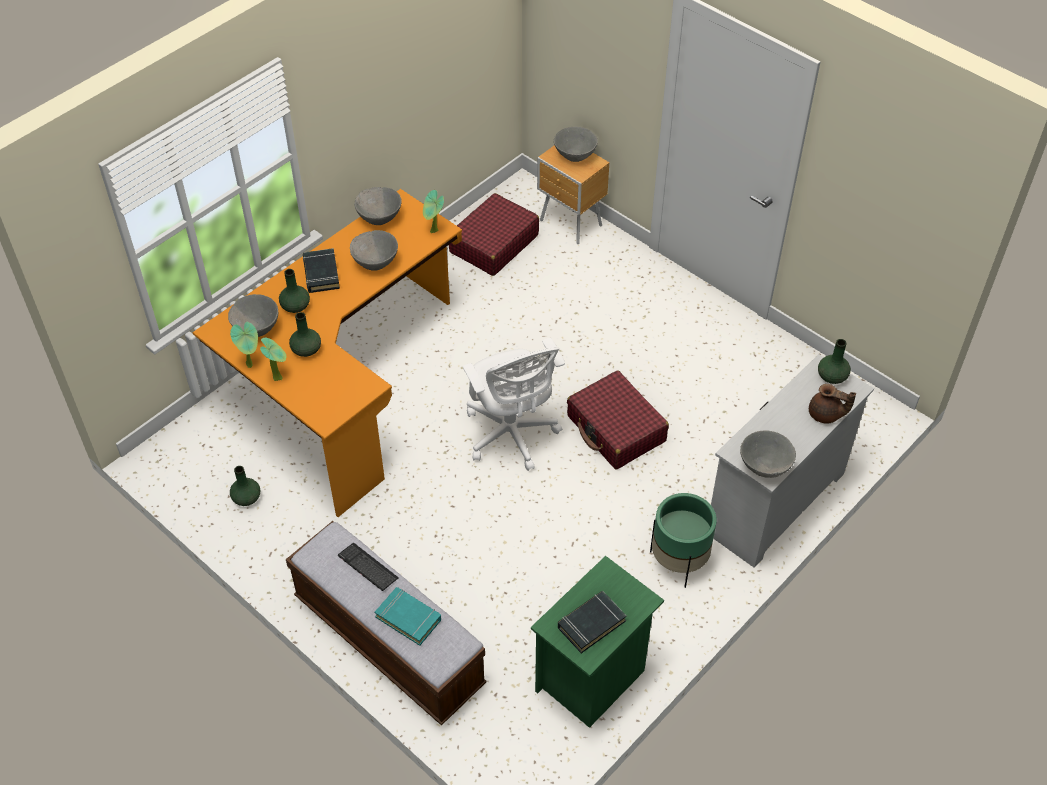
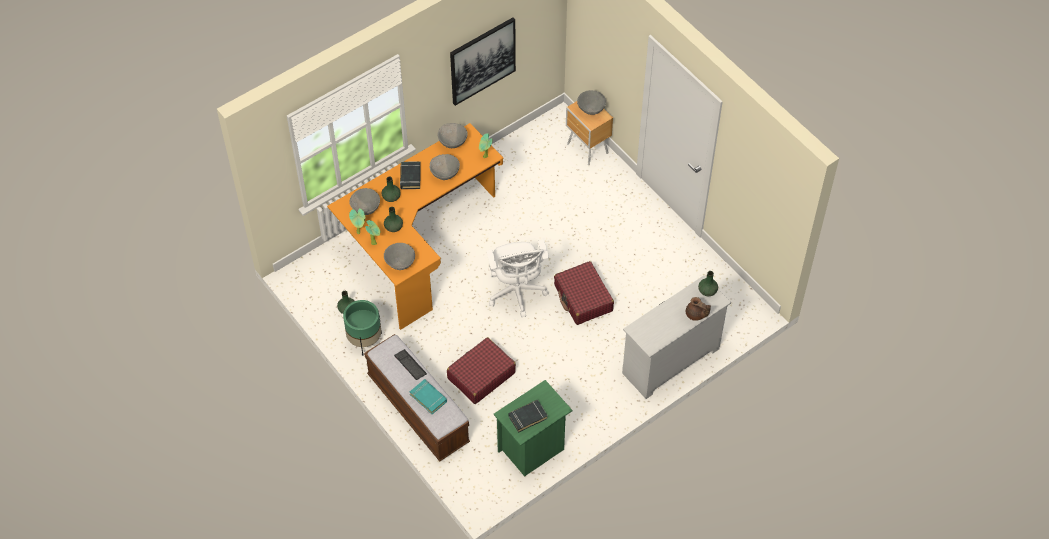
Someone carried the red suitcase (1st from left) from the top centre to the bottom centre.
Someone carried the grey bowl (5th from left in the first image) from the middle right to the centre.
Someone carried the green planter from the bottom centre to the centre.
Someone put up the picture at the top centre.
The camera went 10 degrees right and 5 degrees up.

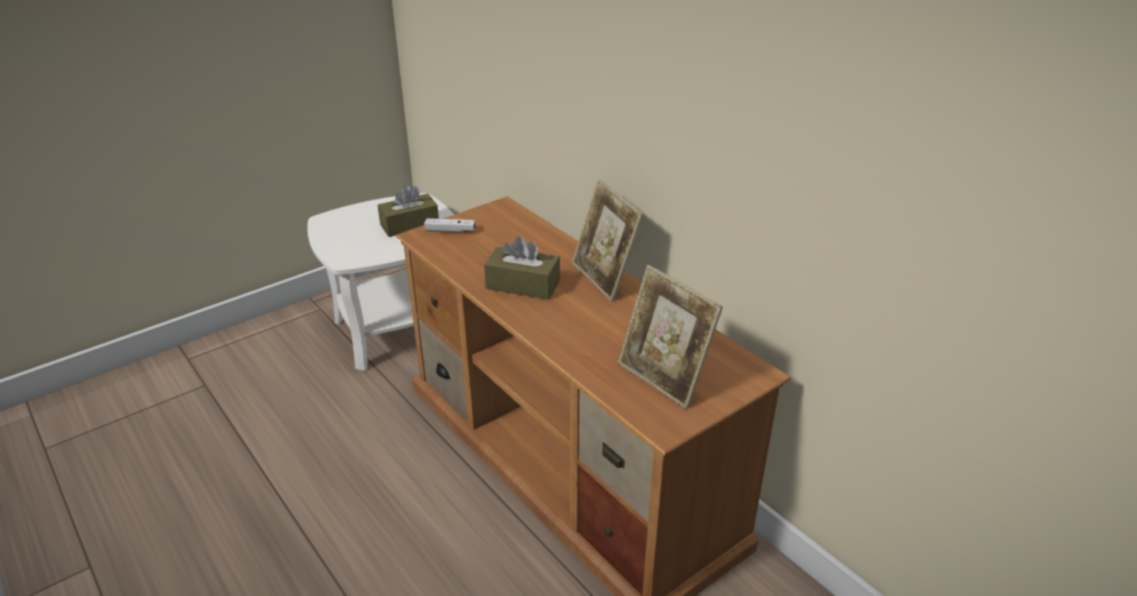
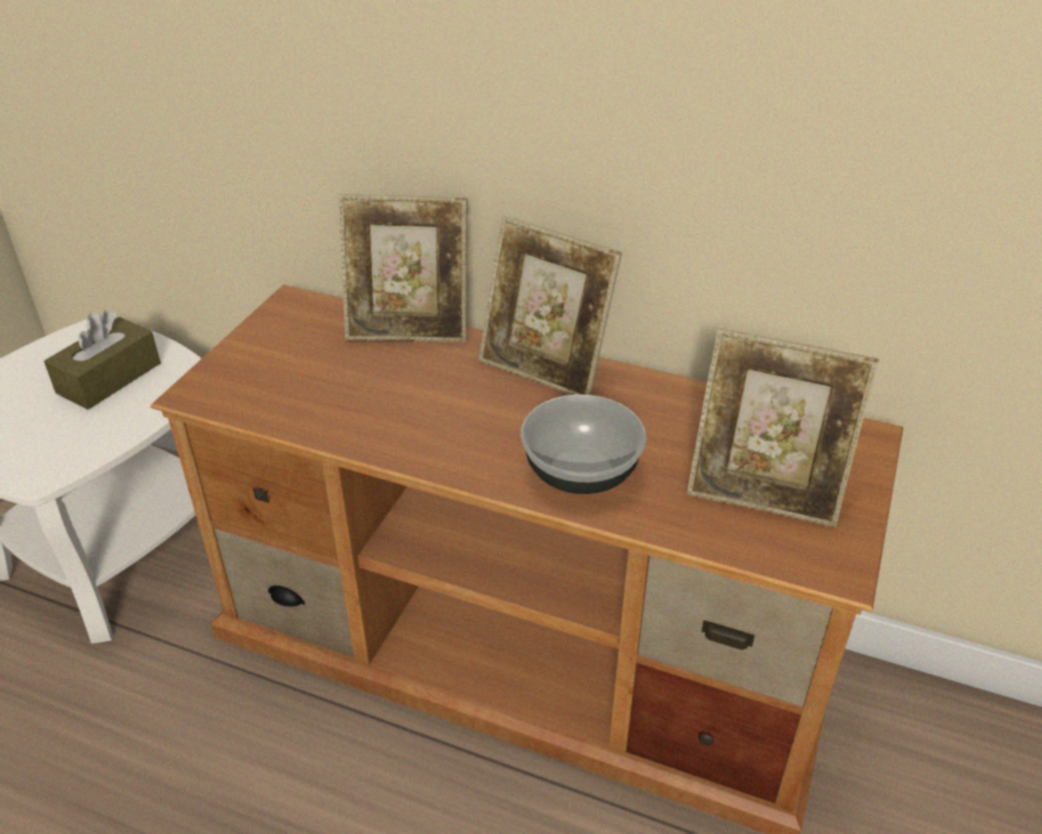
Someone took away the white game controller at the centre.
Someone took away the brown tissue box (2nd from left) at the centre.
Someone put down the picture frame (1st from left) at the top centre.
Someone put down the bowl at the centre.
The camera went 30 degrees left and 5 degrees up.

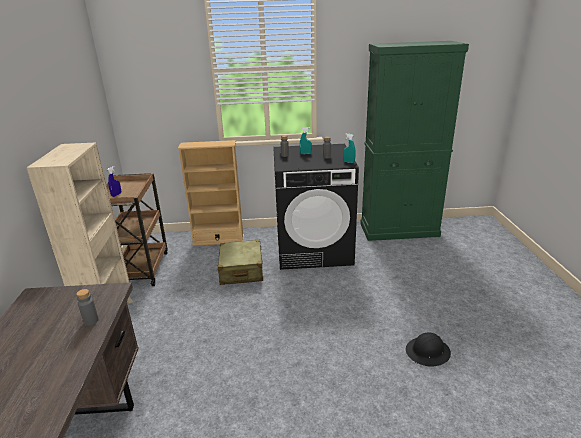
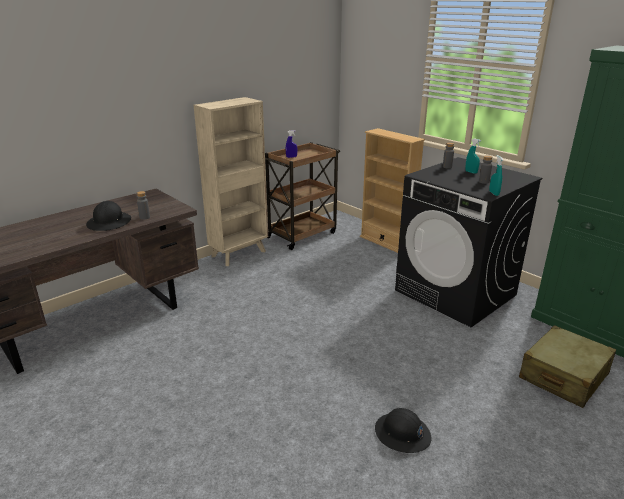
Someone carried the beige suitcase from the centre to the bottom right.
Someone put down the black hard hat (1st from left) at the middle left.
The camera went 50 degrees right and 0 degrees up.

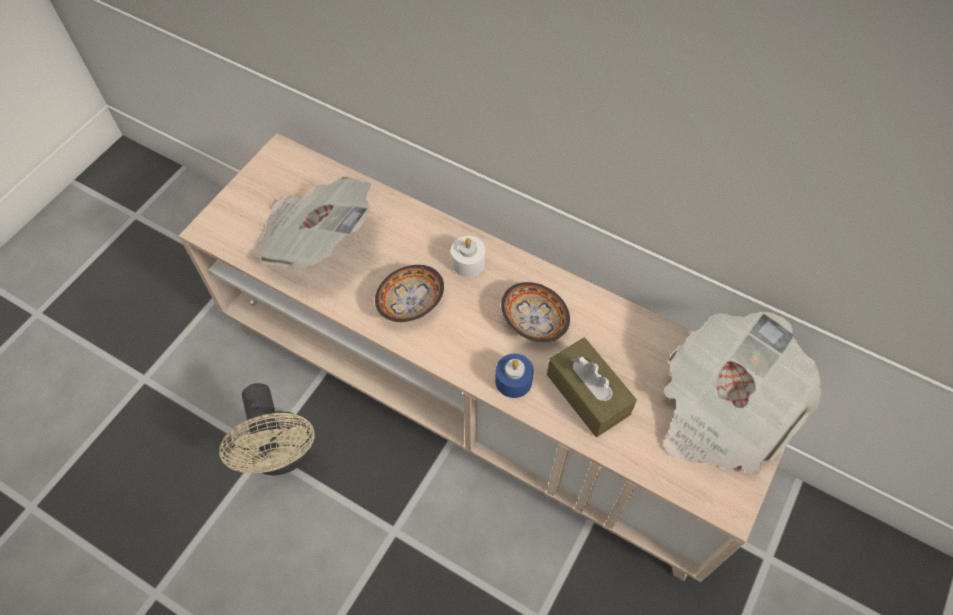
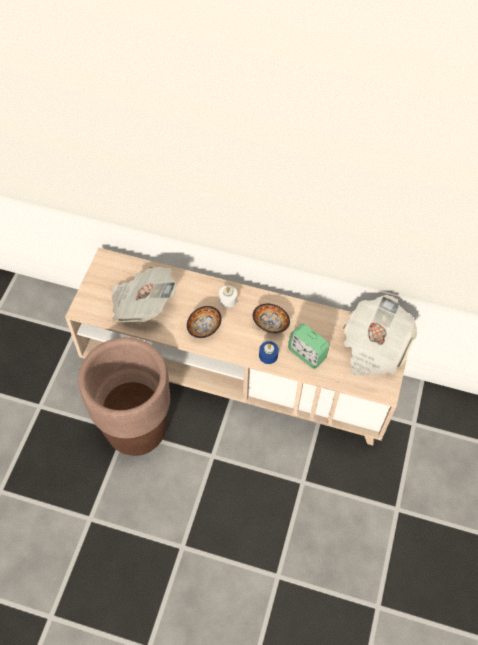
Someone swapped the brown tissue box at the centre for the alarm clock at the centre.
Someone swapped the beige fan at the bottom left for the brown planter at the middle left.
The camera went 15 degrees left and 0 degrees up.

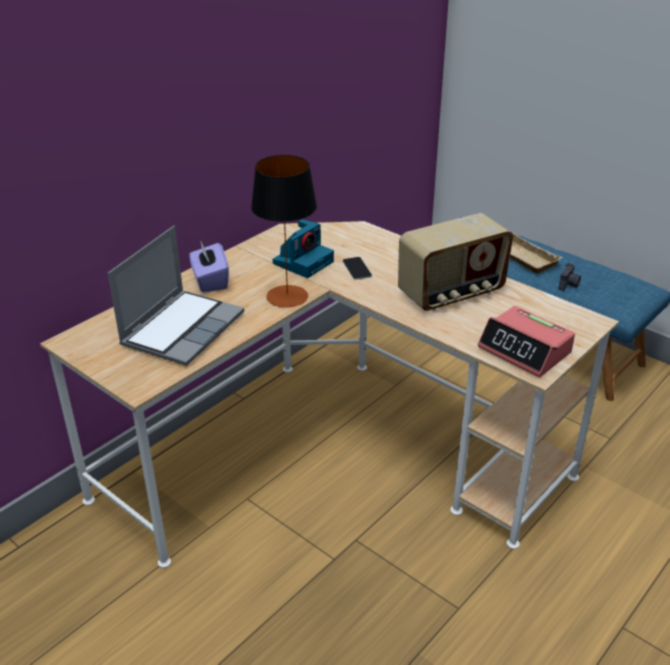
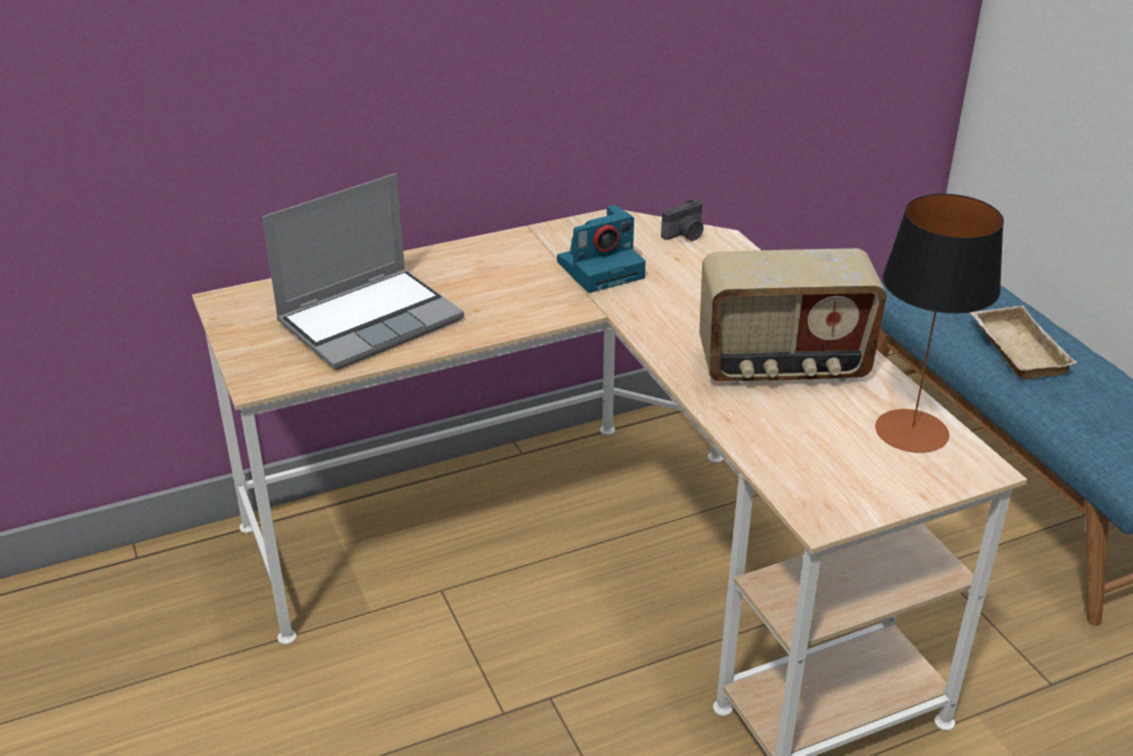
Someone carried the table lamp from the centre to the middle right.
Someone took away the purple tissue box at the middle left.
Someone took away the phone at the centre.
Someone carried the photo camera (2nd from left) from the middle right to the top centre.
Someone took away the alarm clock at the middle right.
The camera went 25 degrees right and 0 degrees up.

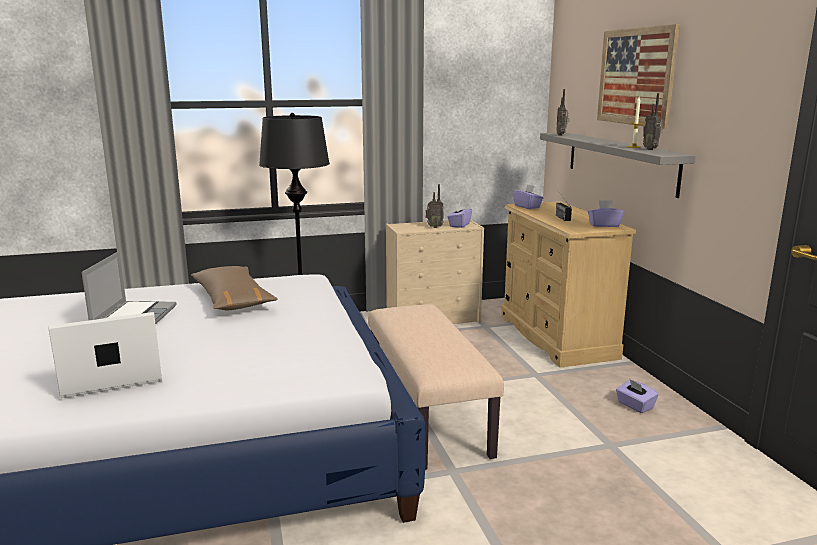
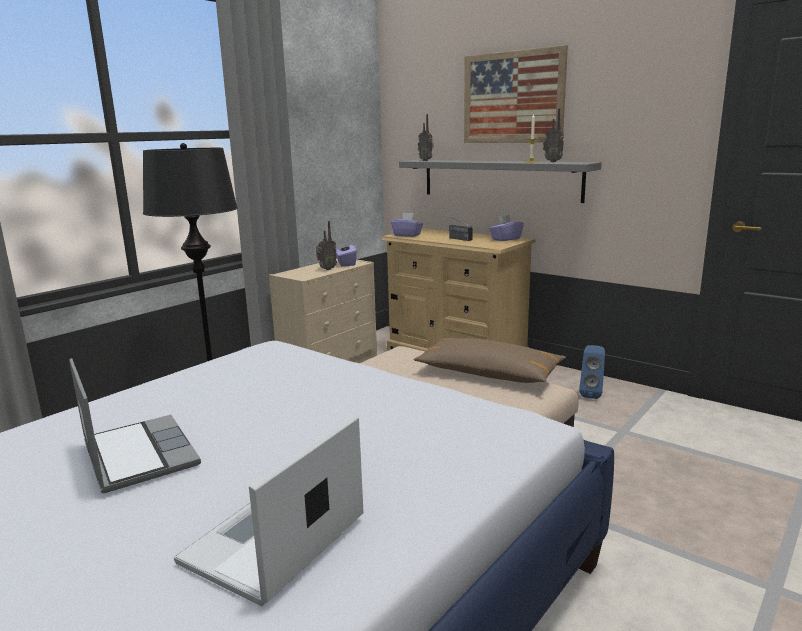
Someone carried the brown pillow from the middle left to the centre.
Someone swapped the purple tissue box (4th from left) at the bottom right for the blue speaker at the middle right.
The camera went 35 degrees left and 0 degrees up.

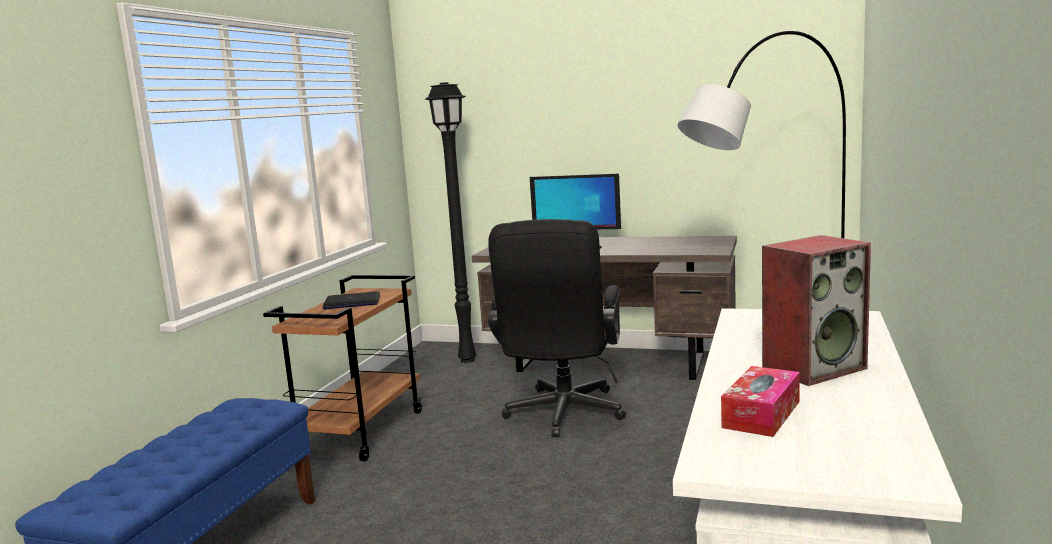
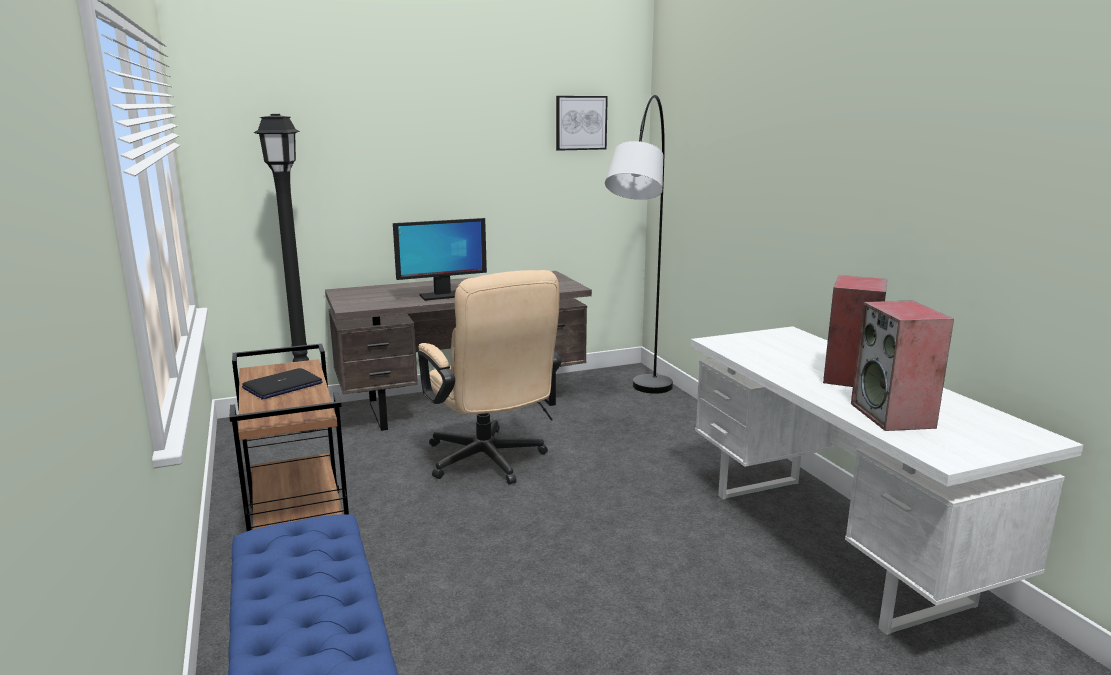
Someone repainted the black office chair at the centre, which became the beige office chair at the centre.
Someone swapped the tissue box at the bottom right for the speaker (2nd from left) at the middle right.
Someone put up the picture at the top centre.
The camera went 40 degrees left and 5 degrees up.

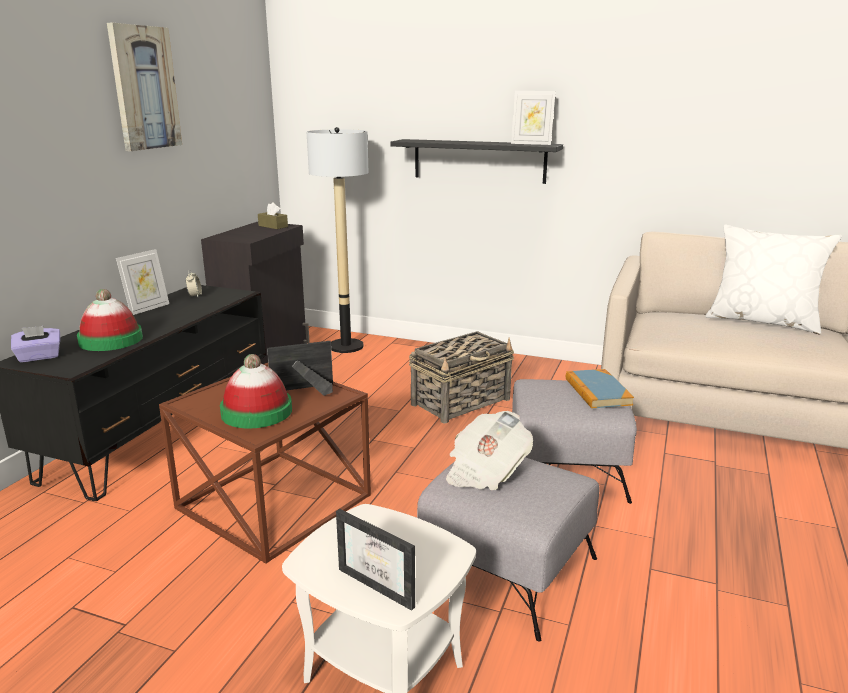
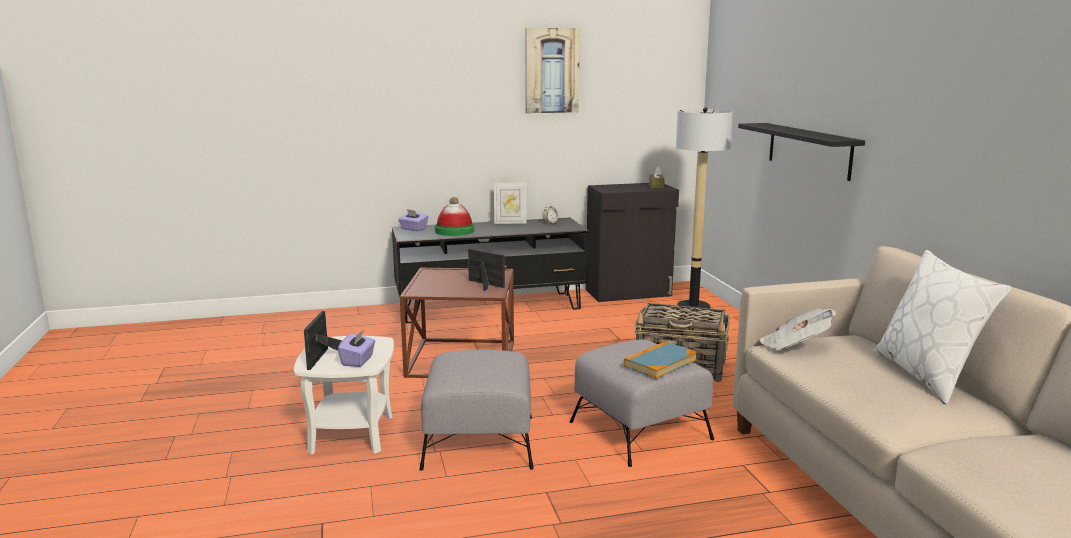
Someone took away the picture frame (4th from left) at the top centre.
Someone took away the hat (2nd from left) at the middle left.
Someone carried the newspaper from the centre to the middle right.
Someone put down the purple tissue box (1st from left) at the middle left.
The camera went 55 degrees right and 5 degrees down.

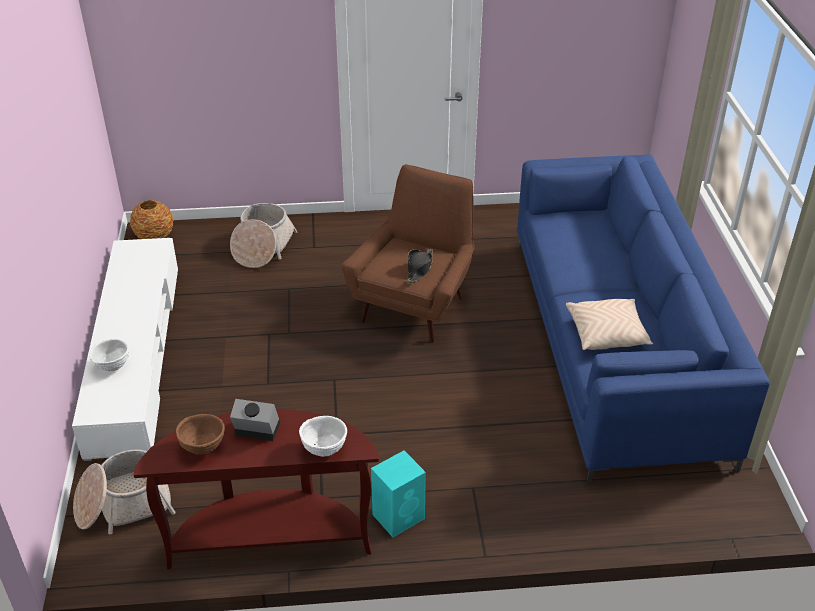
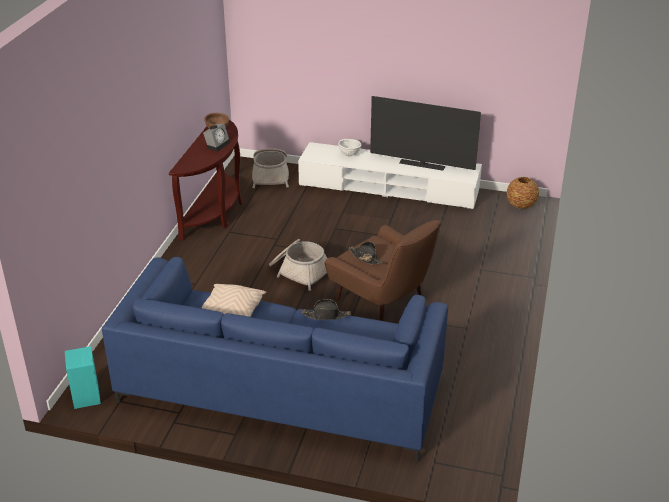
Someone carried the basket (2nd from left) from the middle left to the centre.
Someone took away the white bowl (2nd from left) at the bottom centre.
Someone carried the turquoise speaker from the bottom centre to the bottom left.
Someone put down the television at the top centre.
Someone put down the black hat (1st from left) at the centre.
The camera went 110 degrees right and 5 degrees down.

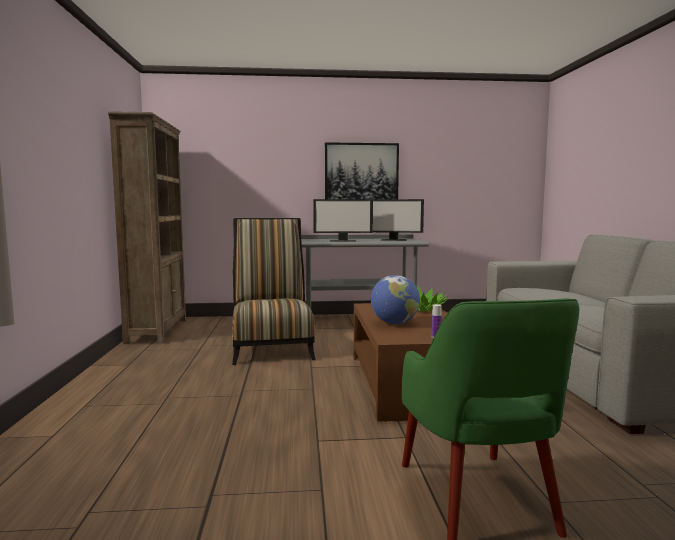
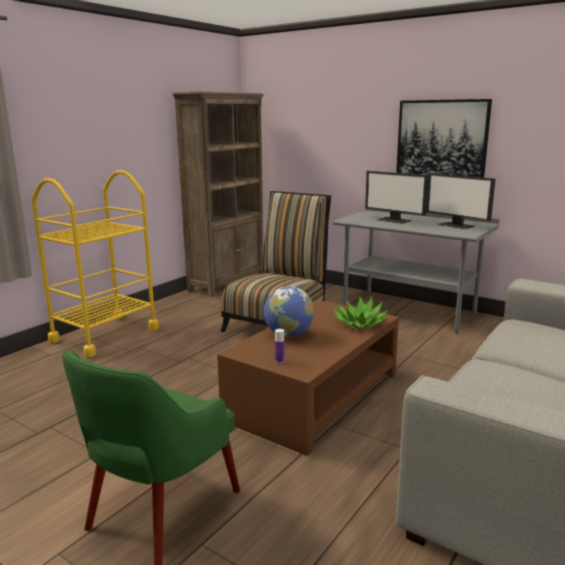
Someone put down the yellow cart at the middle left.
The camera went 40 degrees right and 10 degrees up.

